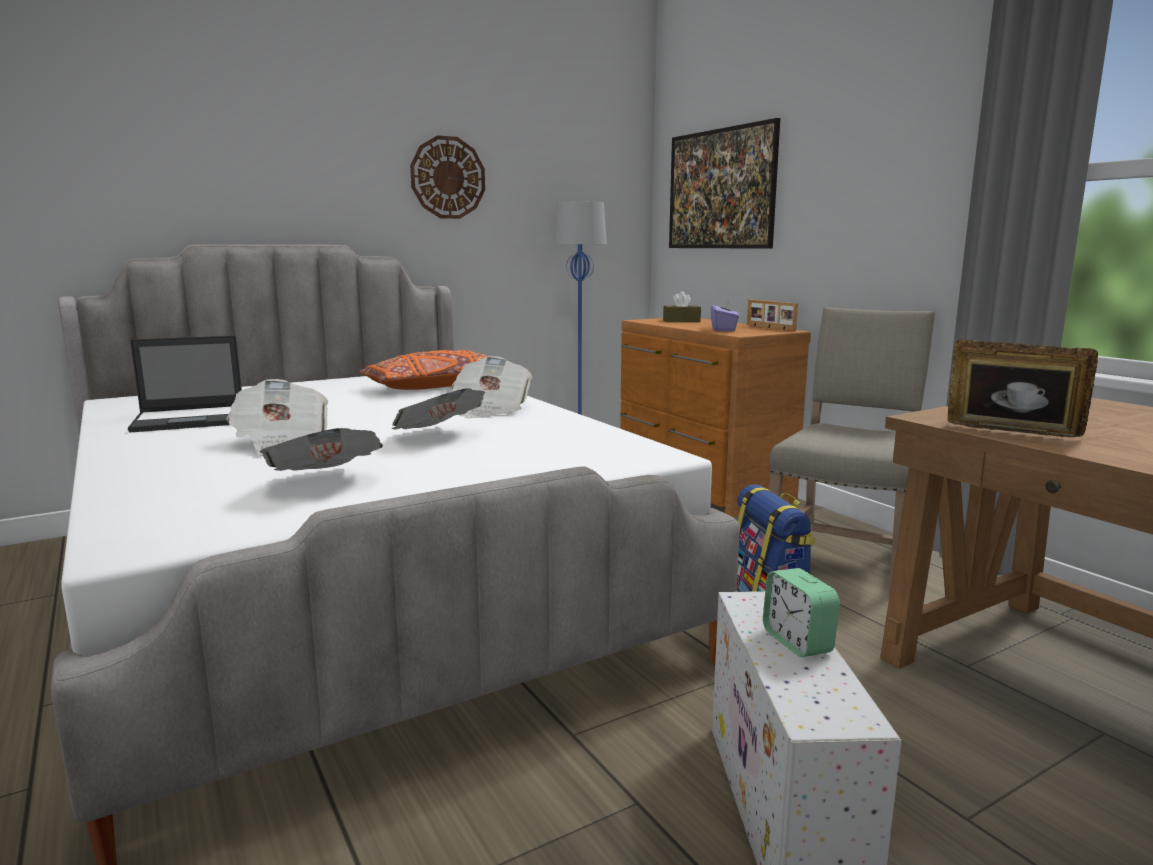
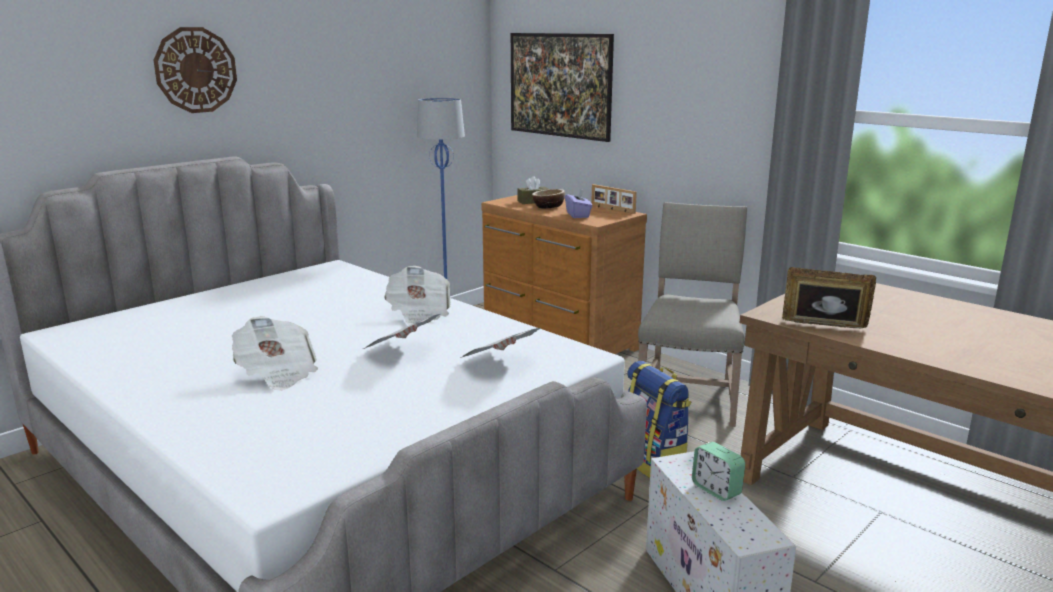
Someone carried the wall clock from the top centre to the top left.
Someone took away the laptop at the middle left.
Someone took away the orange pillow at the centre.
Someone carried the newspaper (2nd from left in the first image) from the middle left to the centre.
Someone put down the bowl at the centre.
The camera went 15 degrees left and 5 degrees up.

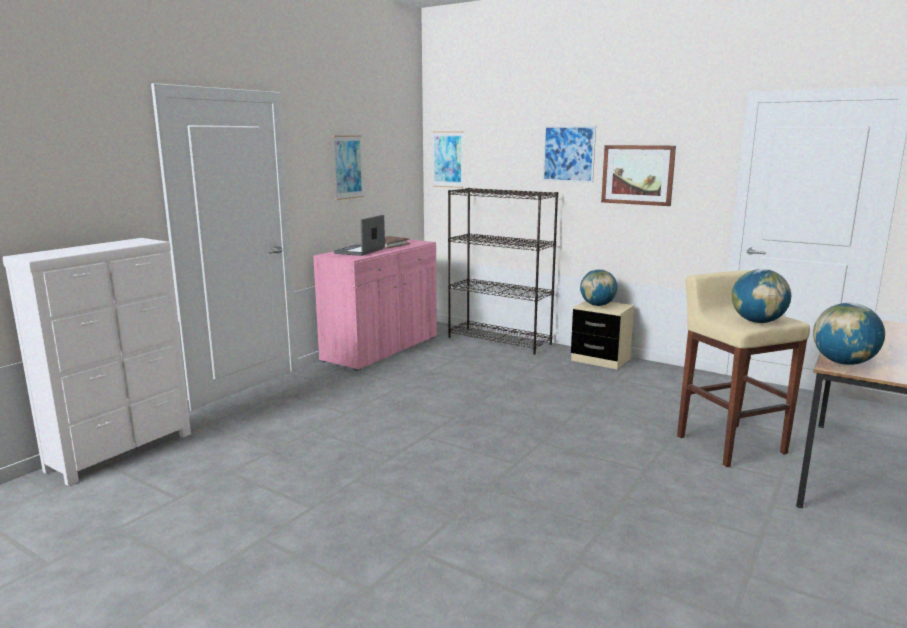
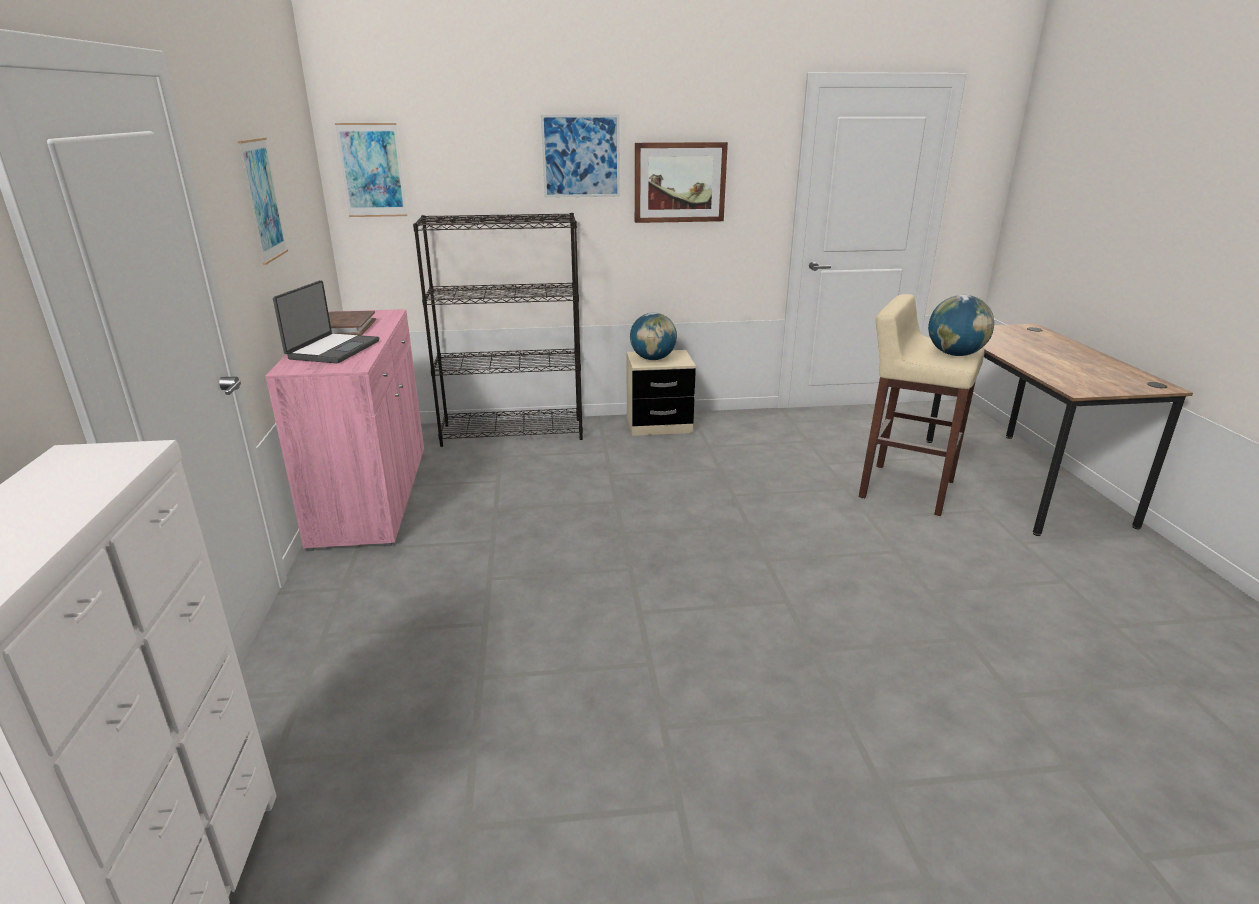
Someone rotated the laptop at the centre by 150 degrees counterclockwise.
Someone took away the globe (3rd from left) at the middle right.
The camera went 40 degrees left and 10 degrees up.

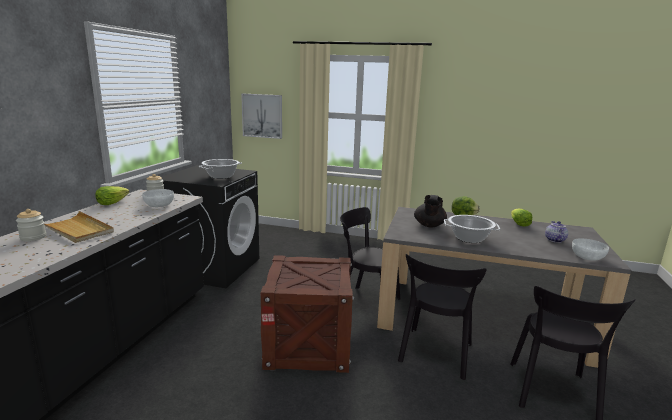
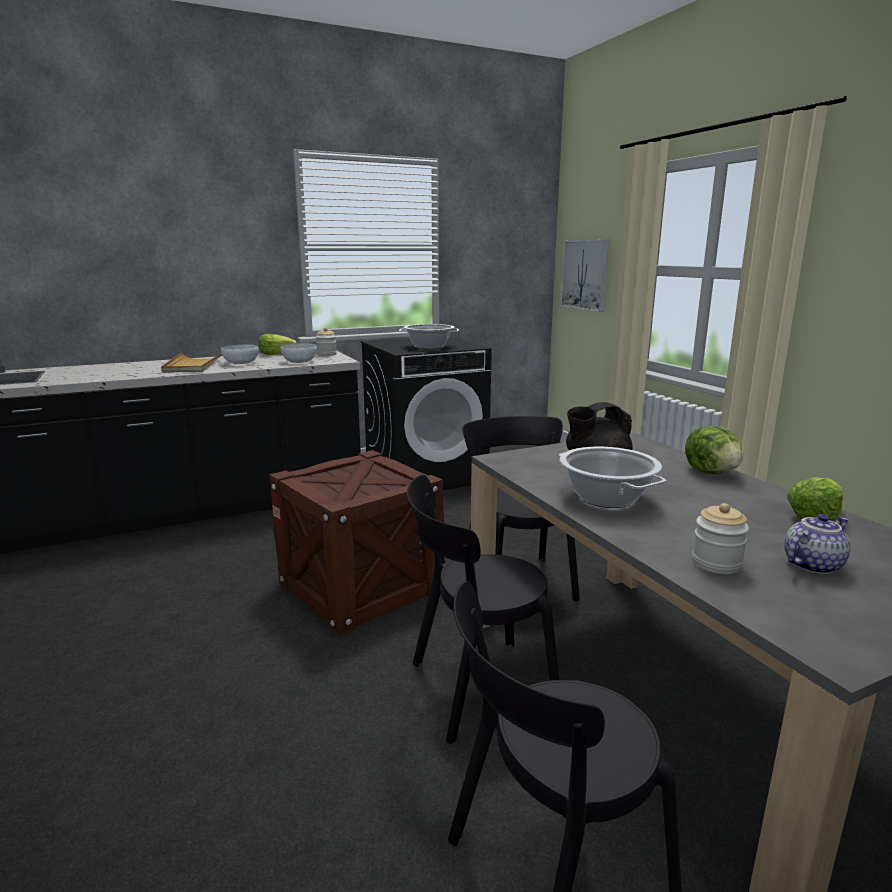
Someone carried the jar (1st from left in the first image) from the middle left to the middle right.
Someone carried the white bowl (2nd from left in the first image) from the middle right to the middle left.
The camera went 50 degrees right and 0 degrees up.

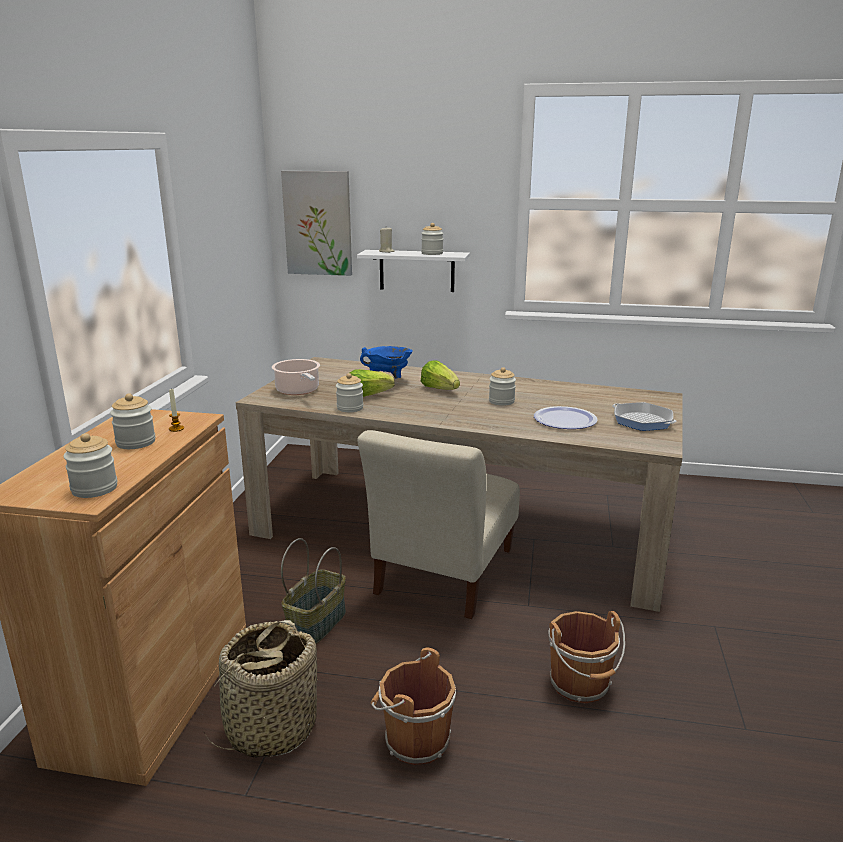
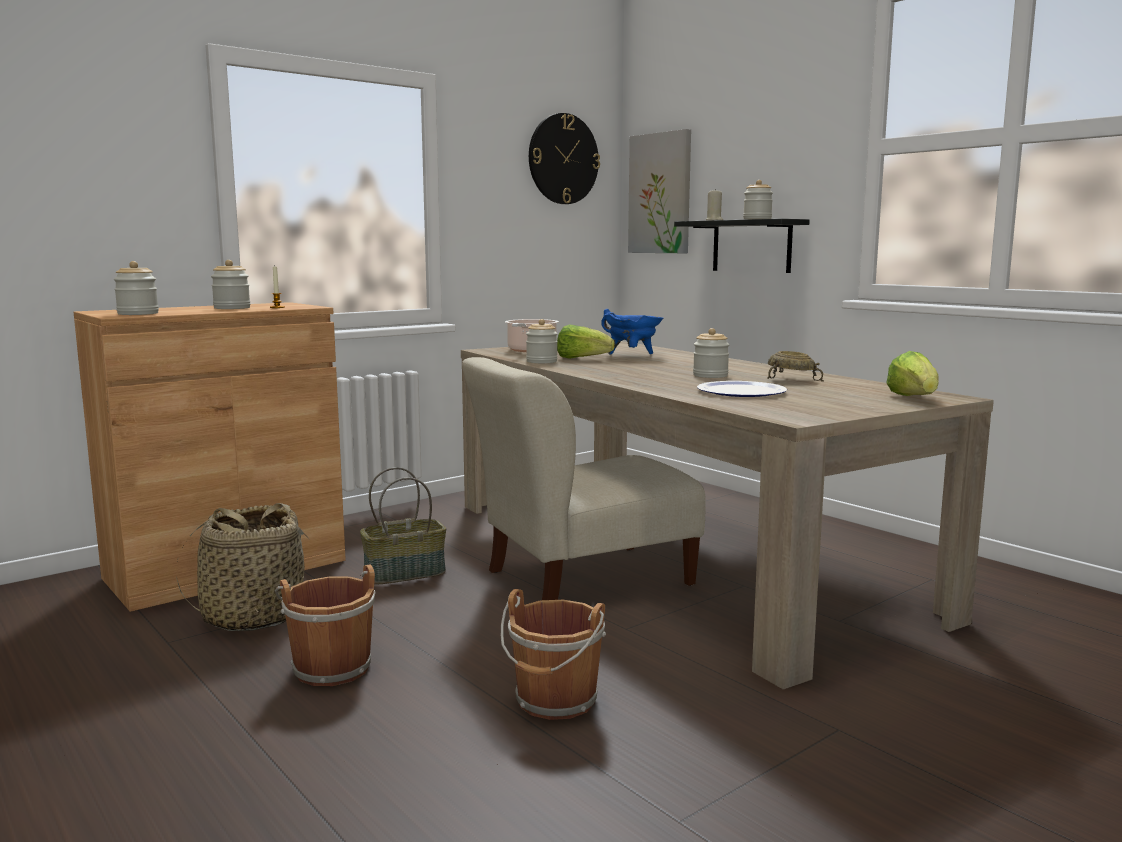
Someone repainted the white shelf at the top centre, which became the black shelf at the top centre.
Someone carried the lettuce (2nd from left) from the centre to the middle right.
Someone took away the frying pan at the middle right.
Someone put up the wall clock at the top centre.
Someone put down the beige bowl at the middle right.
The camera went 40 degrees right and 10 degrees down.

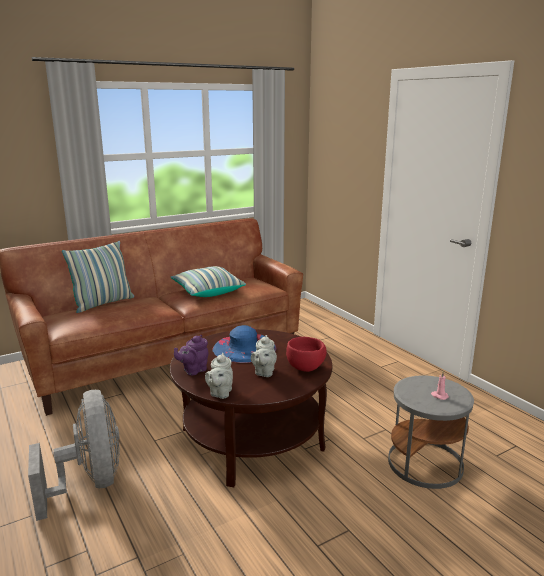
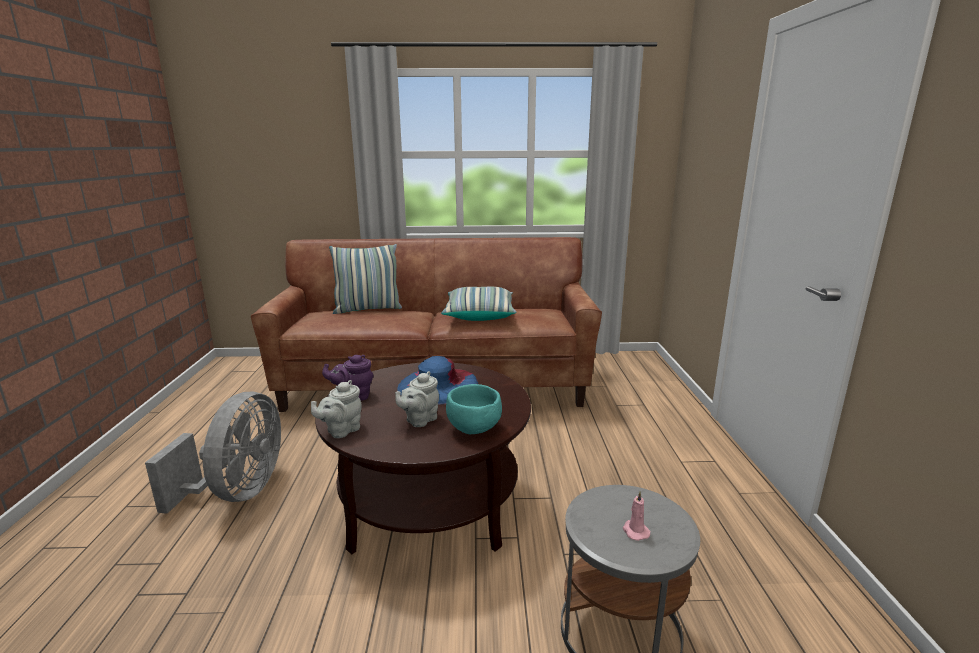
Someone repainted the red bowl at the centre, which became the turquoise bowl at the centre.
The camera went 30 degrees right and 0 degrees up.

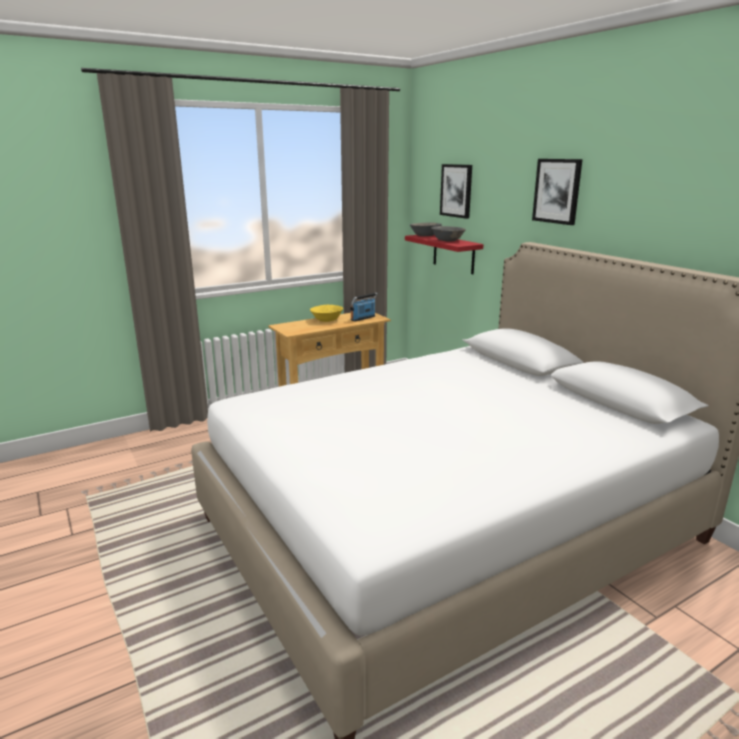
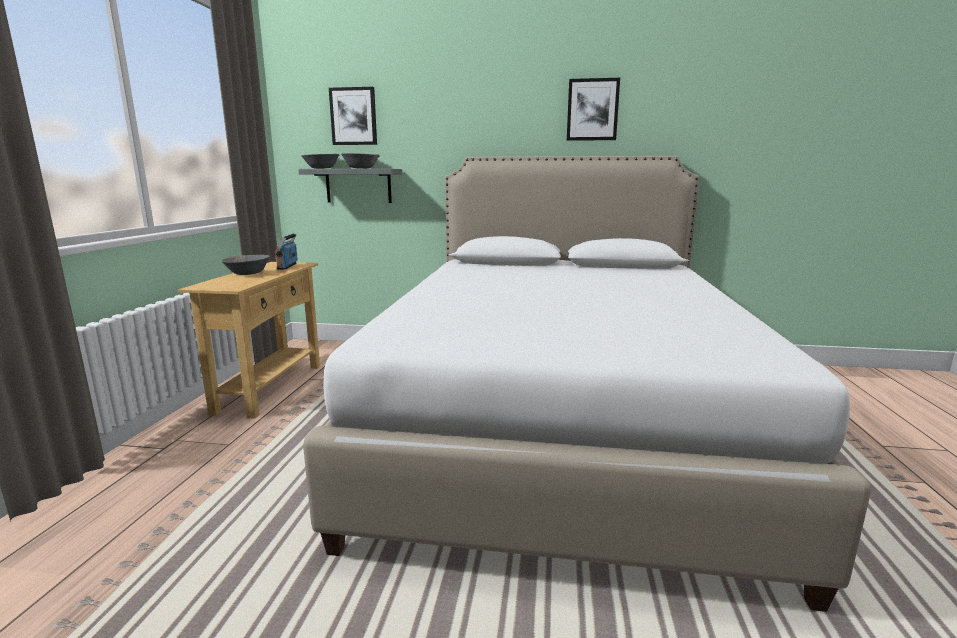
Someone carried the picture (2nd from left) from the top right to the top centre.
Someone repainted the red shelf at the centre, which became the grey shelf at the top centre.
Someone repainted the yellow bowl at the centre, which became the grey bowl (1st from left) at the middle left.
The camera went 50 degrees left and 5 degrees down.

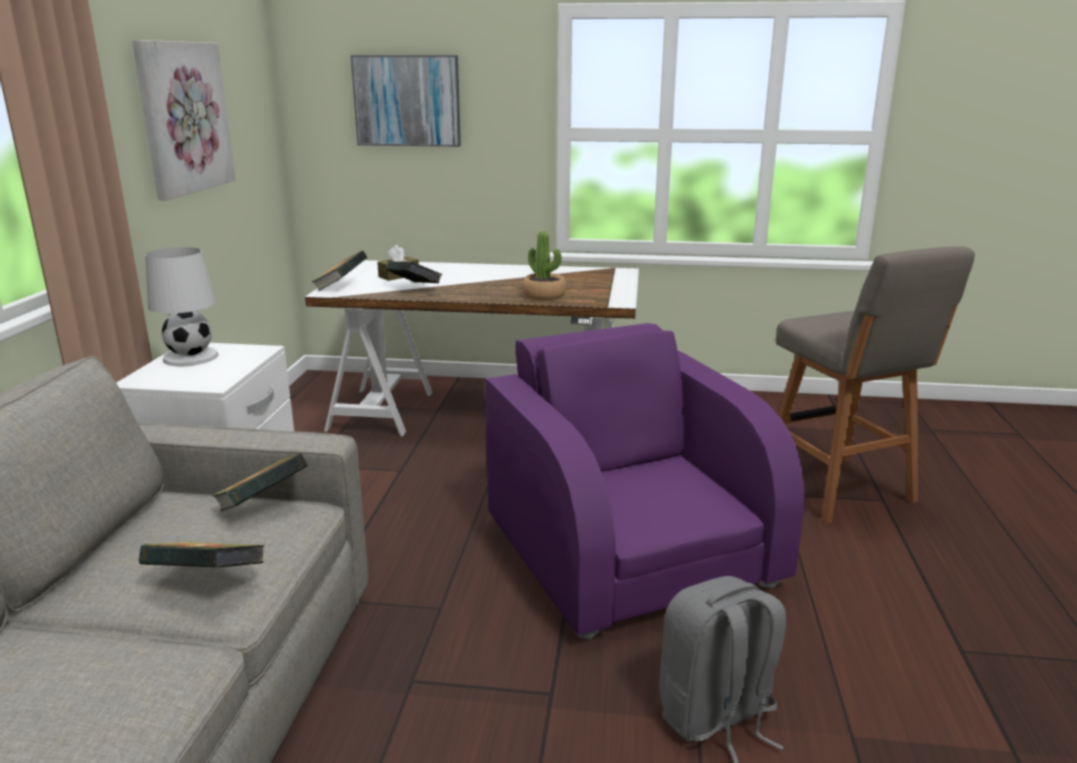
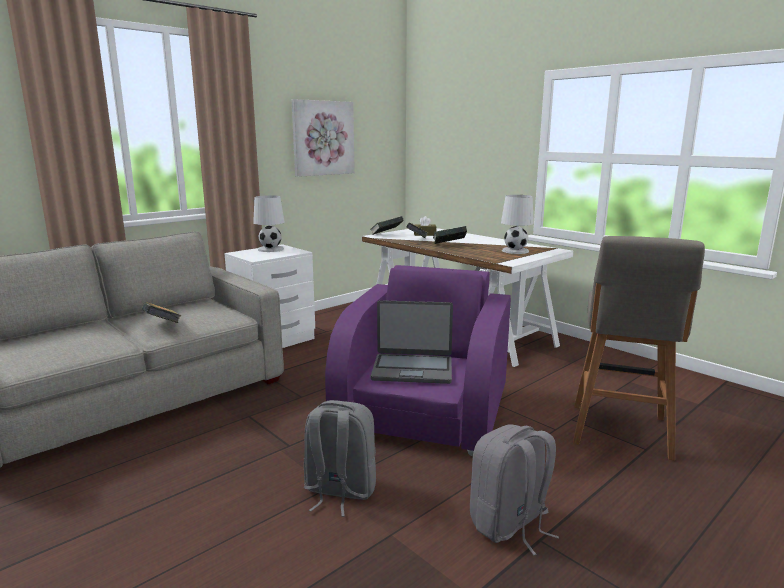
Someone took away the picture (2nd from left) at the top centre.
Someone took away the potted plant at the centre.
Someone carried the book (2nd from left in the first image) from the middle left to the centre.
Someone put down the white table lamp (2nd from left) at the centre.
Someone put down the laptop at the centre.
Someone put down the grey backpack (2nd from left) at the bottom centre.
The camera went 40 degrees right and 5 degrees down.

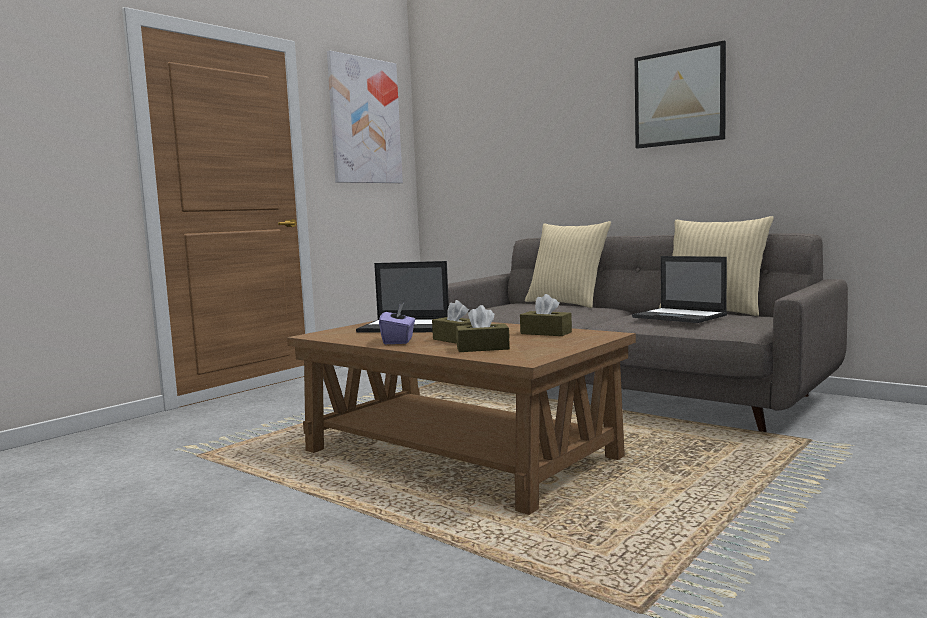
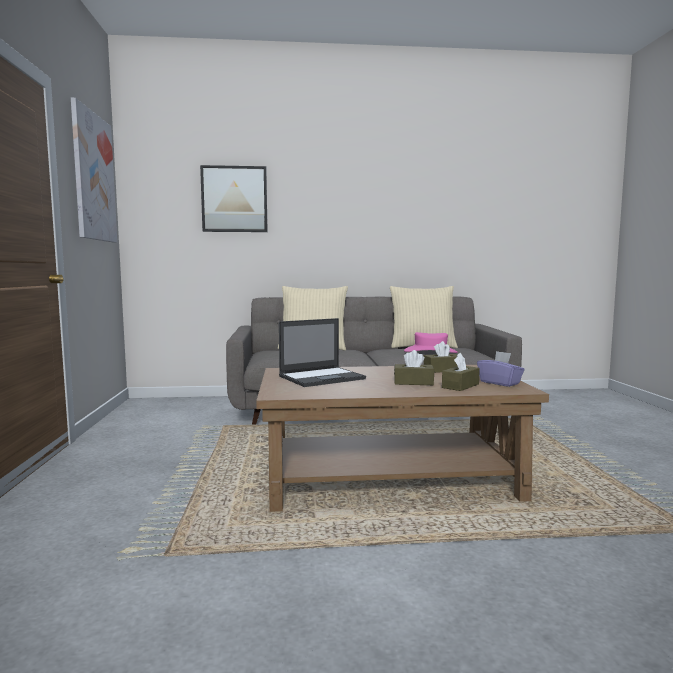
Someone carried the picture (2nd from left) from the top right to the top centre.
Someone swapped the laptop (2nd from left) at the middle right for the pink hat at the centre.
Someone carried the purple tissue box from the centre to the middle right.
The camera went 45 degrees left and 0 degrees up.

